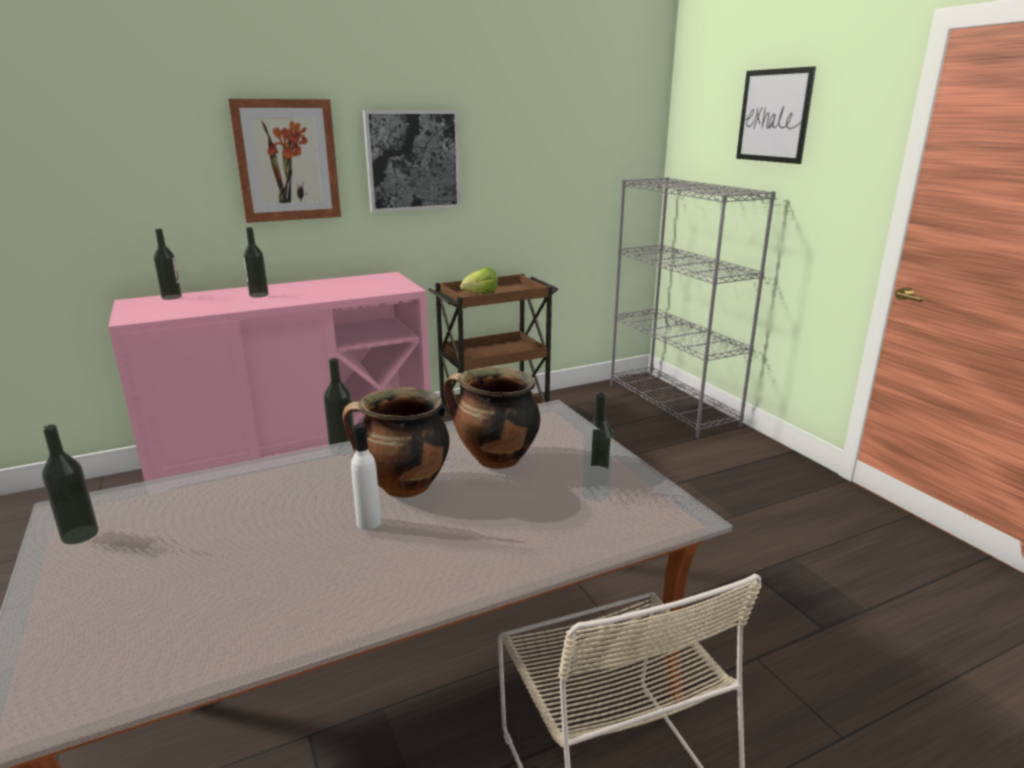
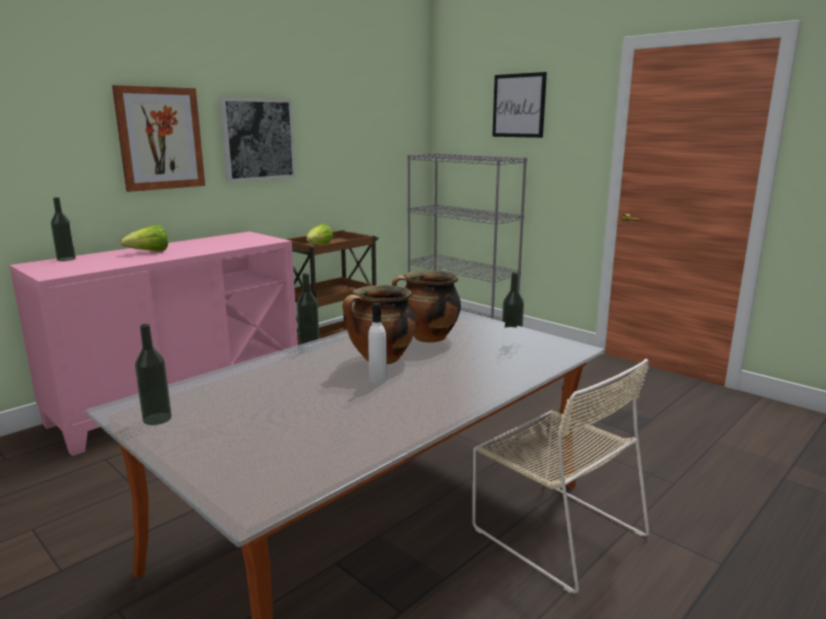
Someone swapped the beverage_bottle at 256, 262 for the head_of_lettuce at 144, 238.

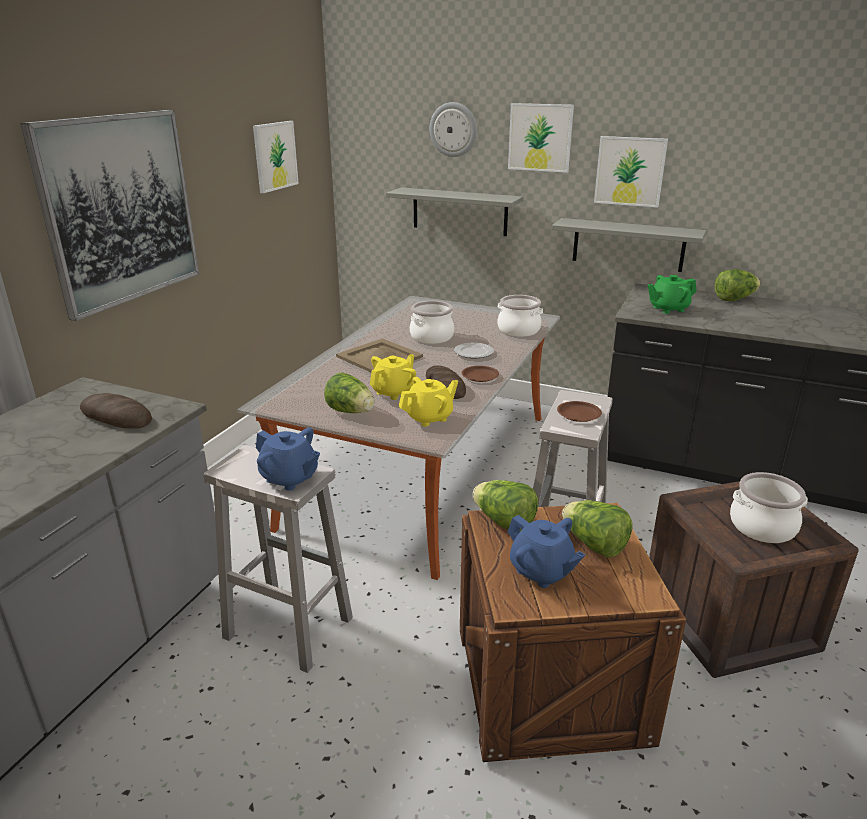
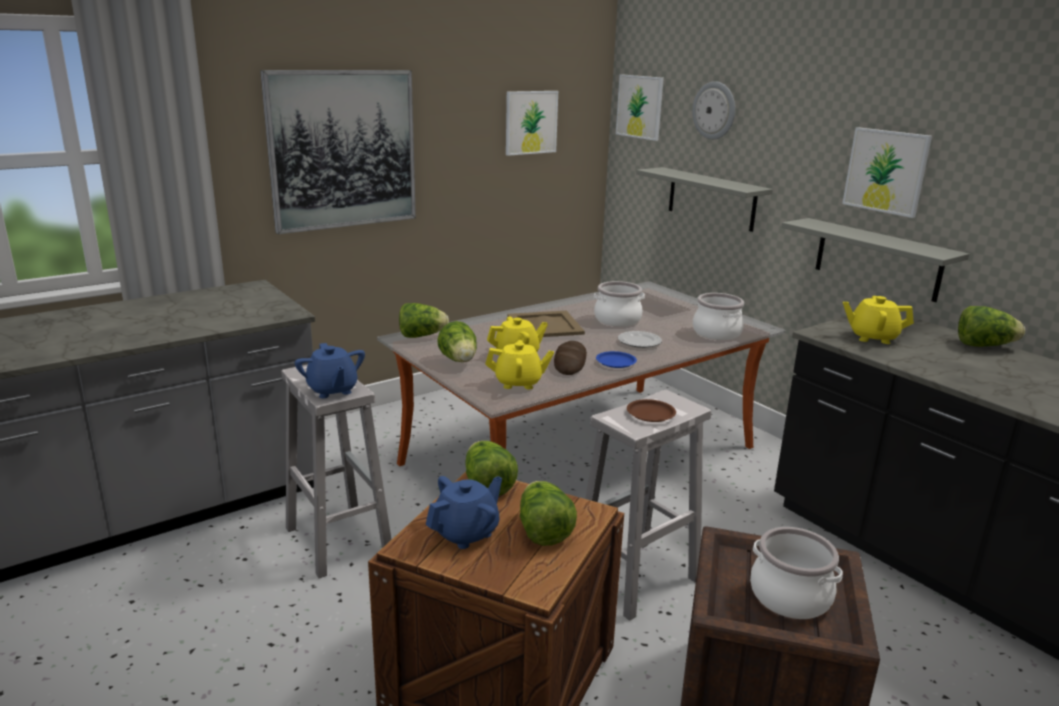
Someone put down the head_of_lettuce at 424, 320.
Someone rotated the blue_pot_for_tea at 546, 551 by 120 degrees counterclockwise.
Someone repainted the brownish_plate at 480, 374, which became the blue_plate at 616, 359.
Someone carried the wall_art from 541, 138 to 640, 107.
Someone repainted the greenish_pot_for_tea at 672, 294, which became the yellowish_pot_for_tea at 878, 320.
Someone took away the bread at 116, 410.

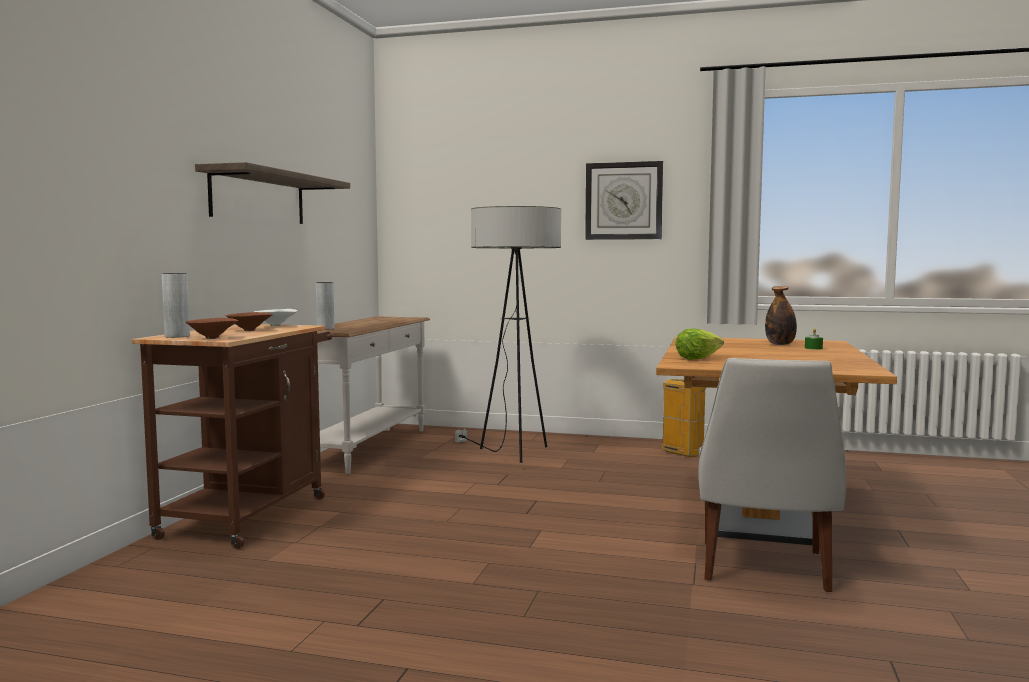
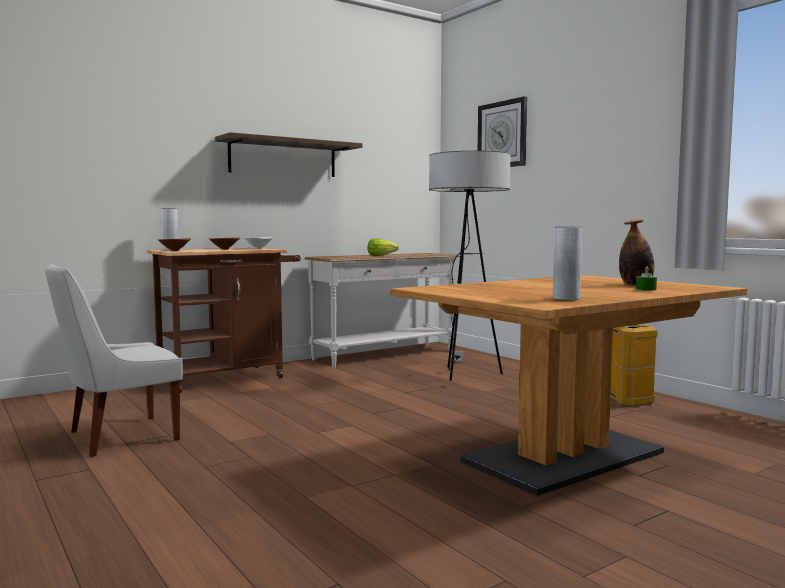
Someone carried the whitish_plain_chair from 772, 475 to 114, 360.
Someone carried the head_of_lettuce from 699, 344 to 383, 247.
Someone carried the wall_clock from 624, 200 to 502, 131.
Someone carried the grey_decorative_vase from 325, 306 to 567, 263.

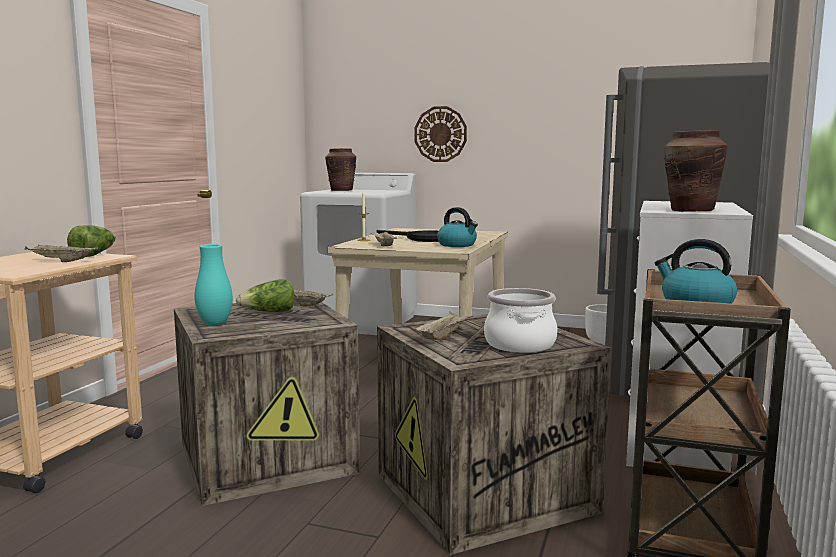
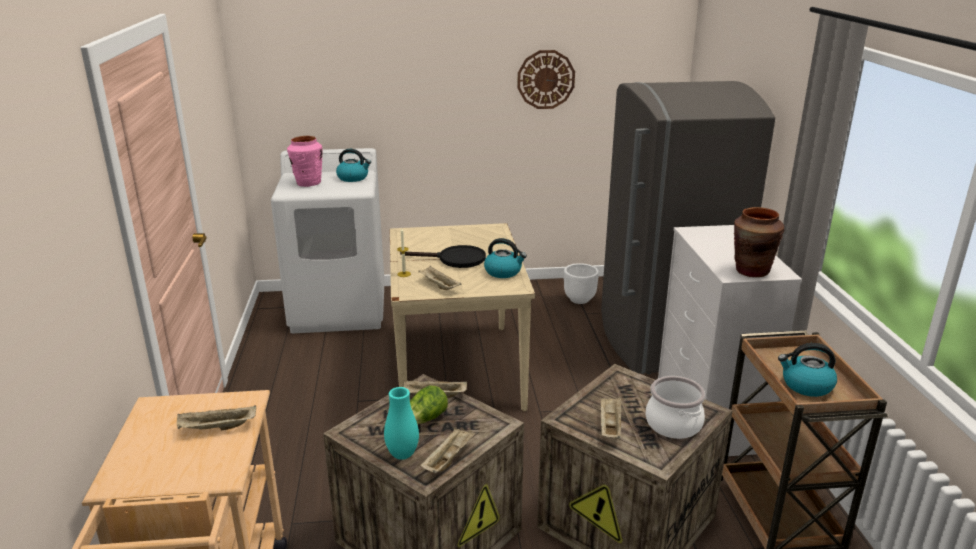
Someone repainted the brownish_decorative_vase at 340, 169, which became the pink-coloured_decorative_vase at 305, 161.
Someone put down the tea_kettle at 353, 165.
Someone put down the beige_carrying_tray at 448, 450.
Someone carried the wall_clock from 441, 134 to 546, 79.
Someone took away the head_of_lettuce at 91, 241.

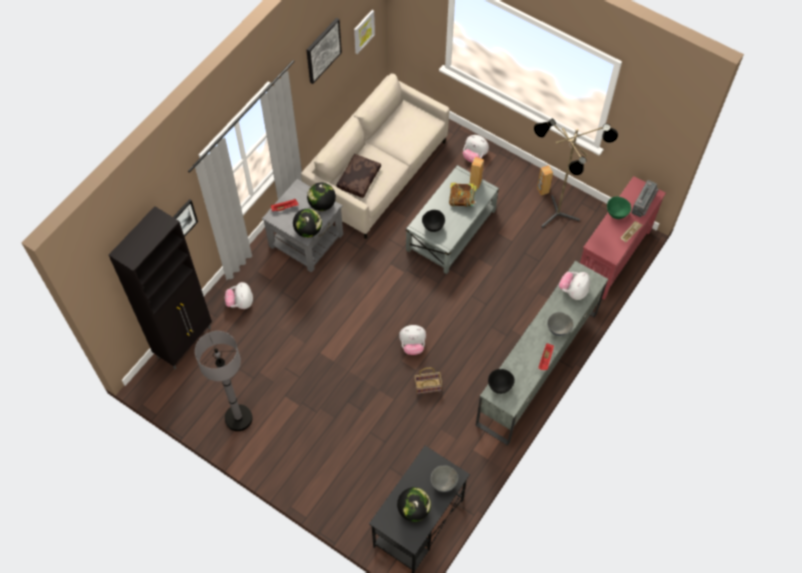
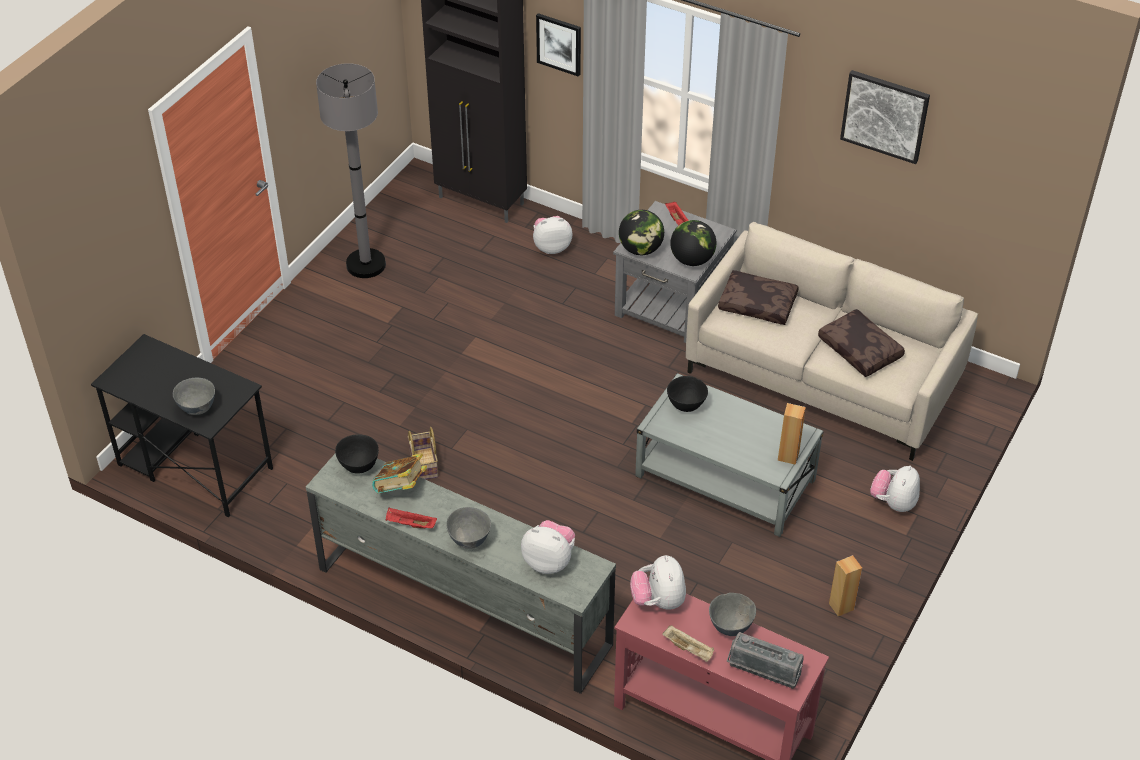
Someone carried the volume from 463, 195 to 399, 473.
Someone carried the plush_toy from 412, 340 to 658, 582.
Someone repainted the greenish_serving_bowl at 619, 208, which became the grey_serving_bowl at 732, 614.
Someone put down the brownish_pillow at 861, 343.
Someone took away the wall_art at 364, 32.
Someone took away the globe at 414, 504.
Someone took away the standing_lamp at 576, 173.

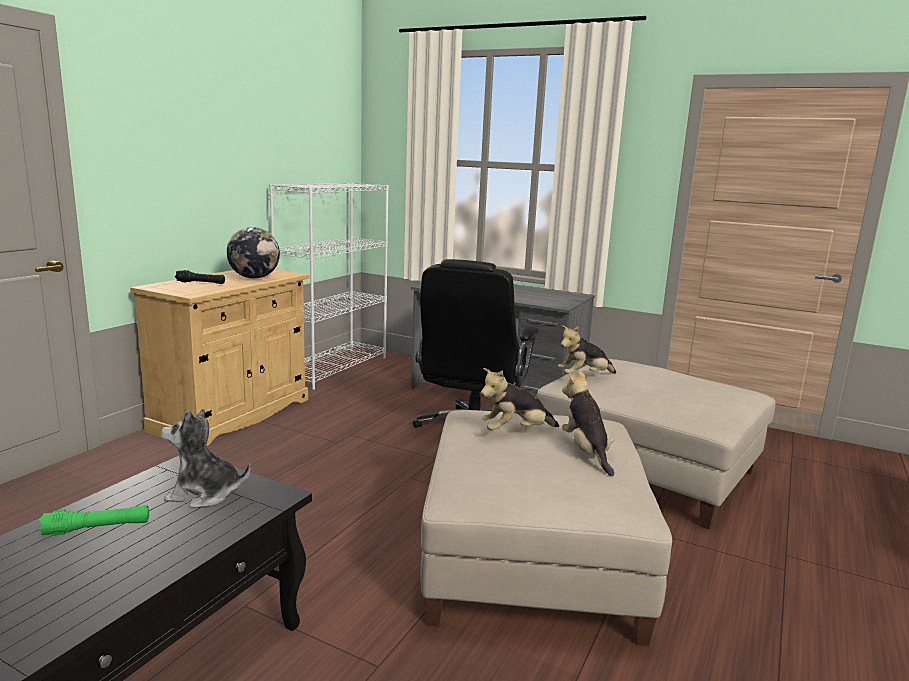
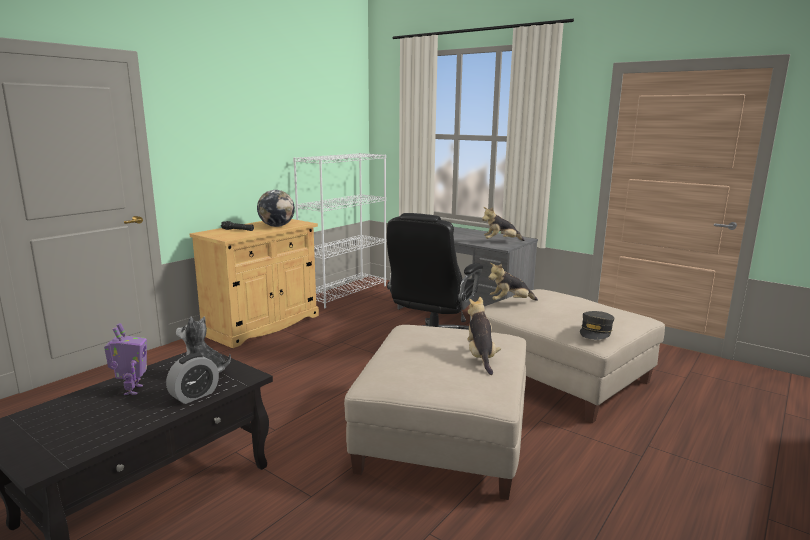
Someone swapped the greenish_torch at 94, 520 for the toy_robot at 125, 359.
Someone put down the bedside_clock at 192, 378.
Someone carried the plush_toy from 520, 399 to 503, 224.
Someone put down the grey_peaked_cap at 597, 325.

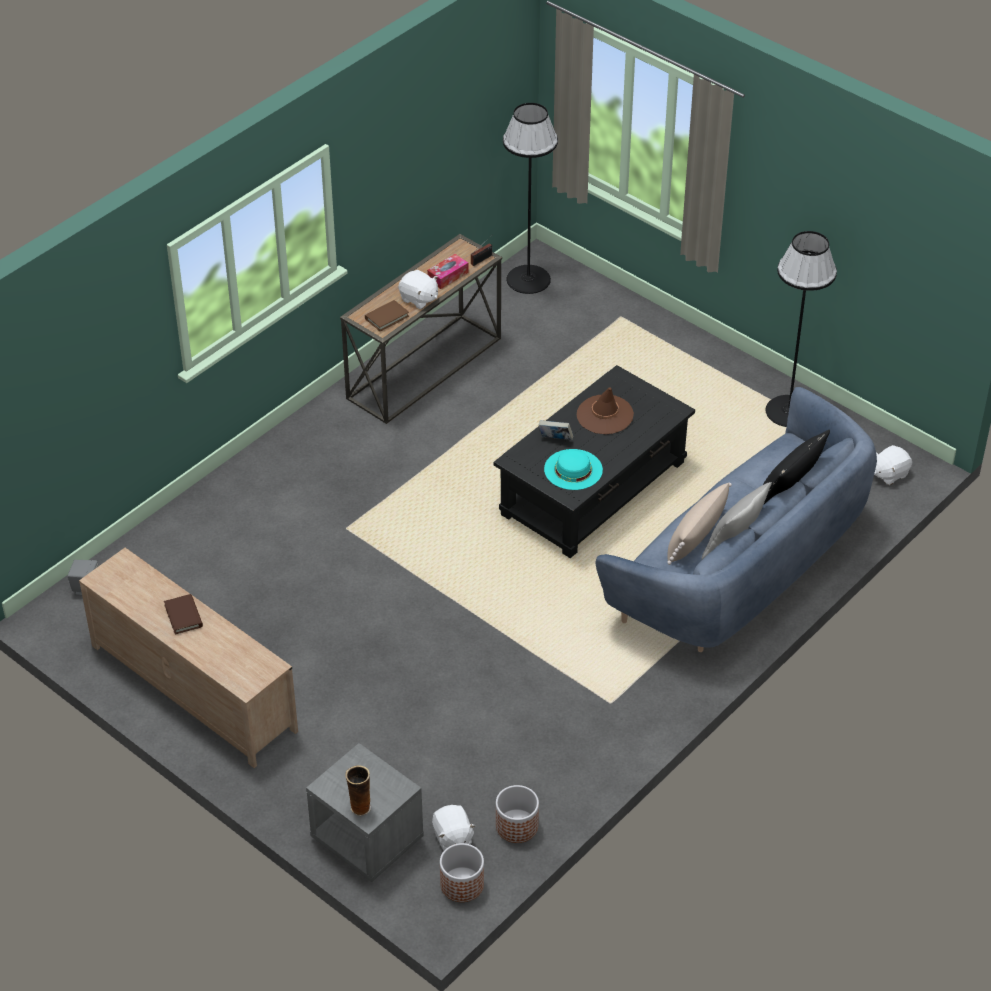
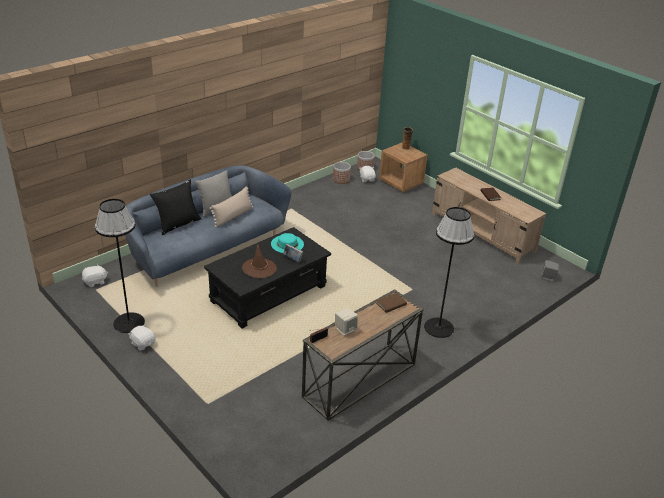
Someone carried the whitish_plush_toy from 418, 289 to 141, 337.
Someone swapped the tissue_box at 448, 271 for the beige_speaker at 346, 322.
Someone repainted the grey_bedside_table at 365, 812, which became the brownish_bedside_table at 403, 167.
Someone carried the blackish_standing_lamp from 530, 198 to 449, 272.

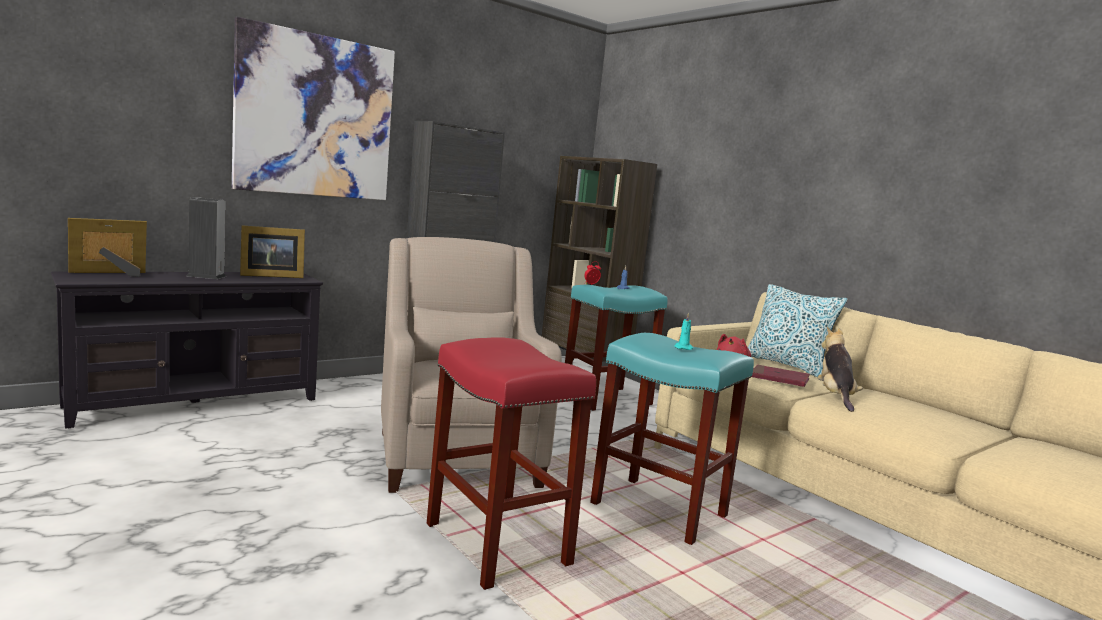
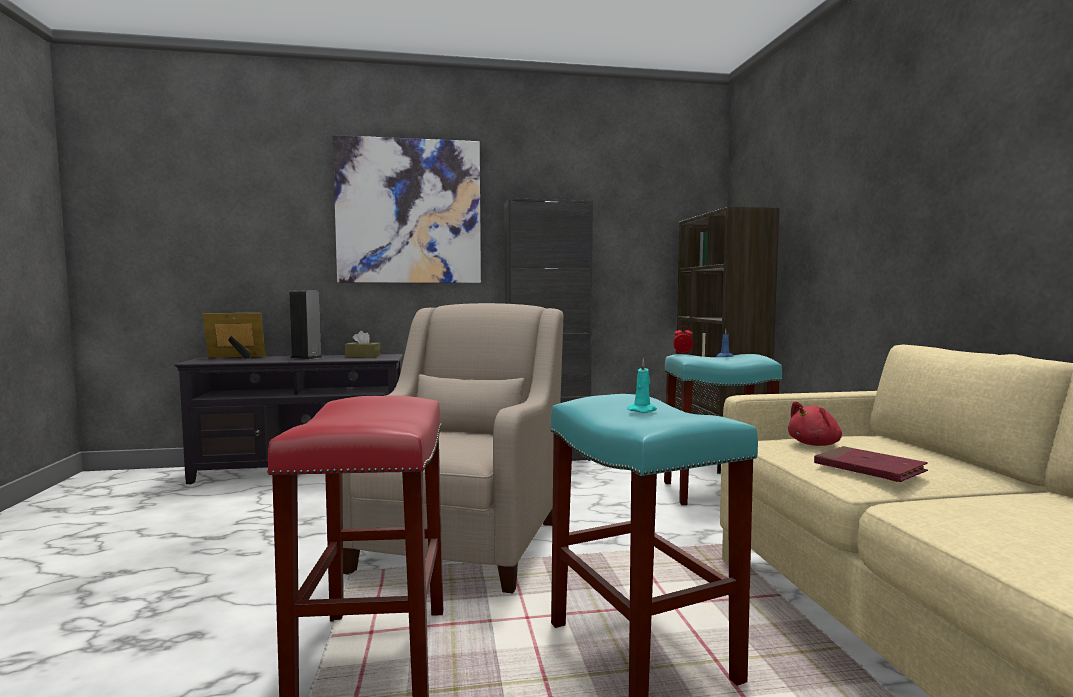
Someone swapped the standing_frame at 272, 251 for the brownish_tissue_box at 362, 344.
Someone took away the pillow at 798, 330.
Someone took away the plush_toy at 840, 369.

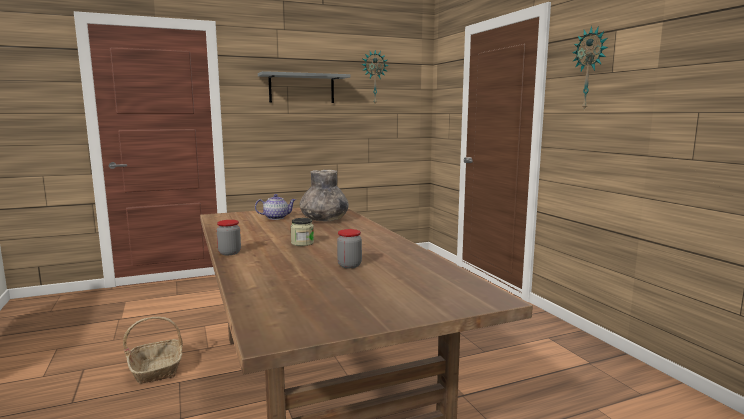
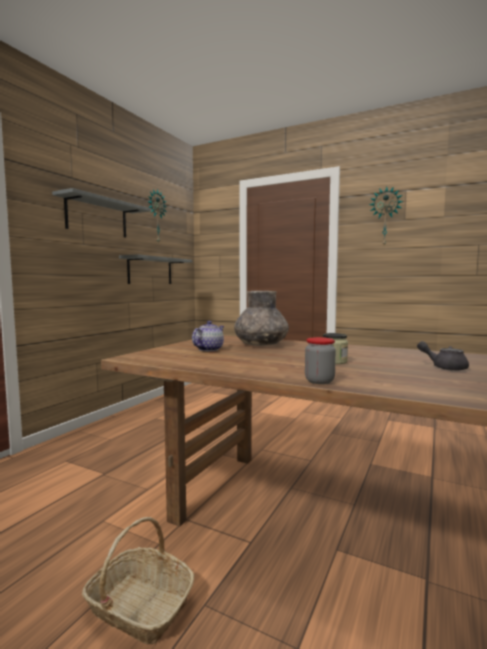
Someone put up the grey_bracket_shelf at 155, 269.
Someone swapped the preserve_jar at 349, 248 for the grey_pot_for_tea at 443, 356.

